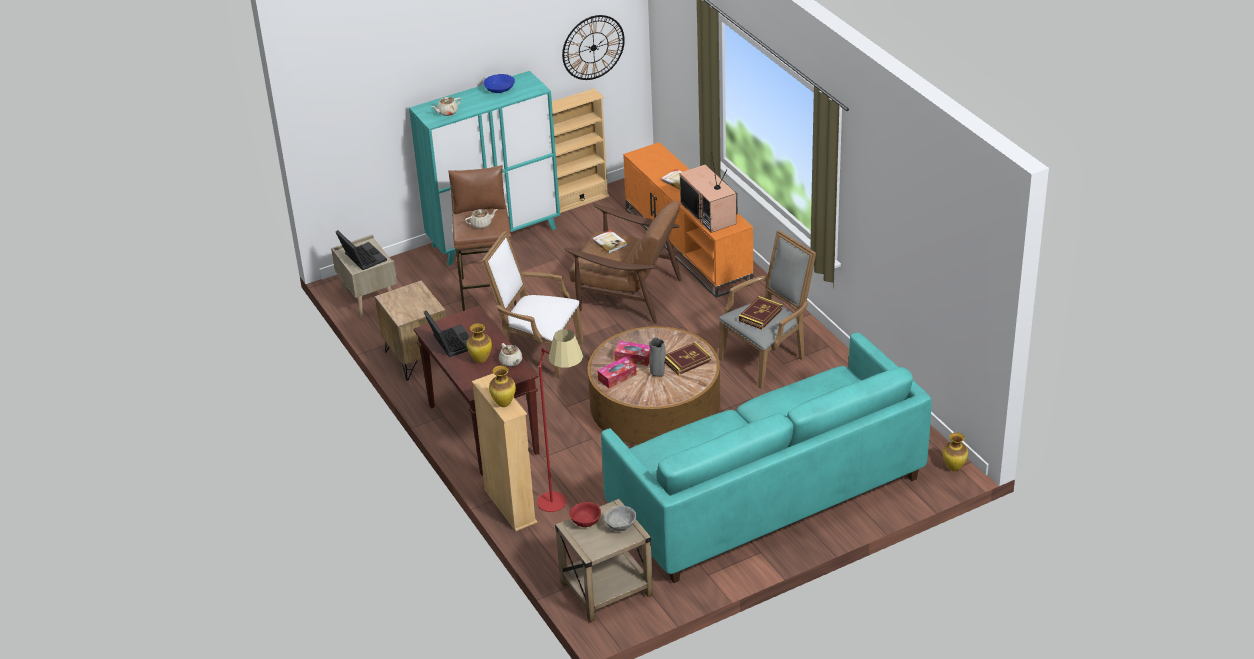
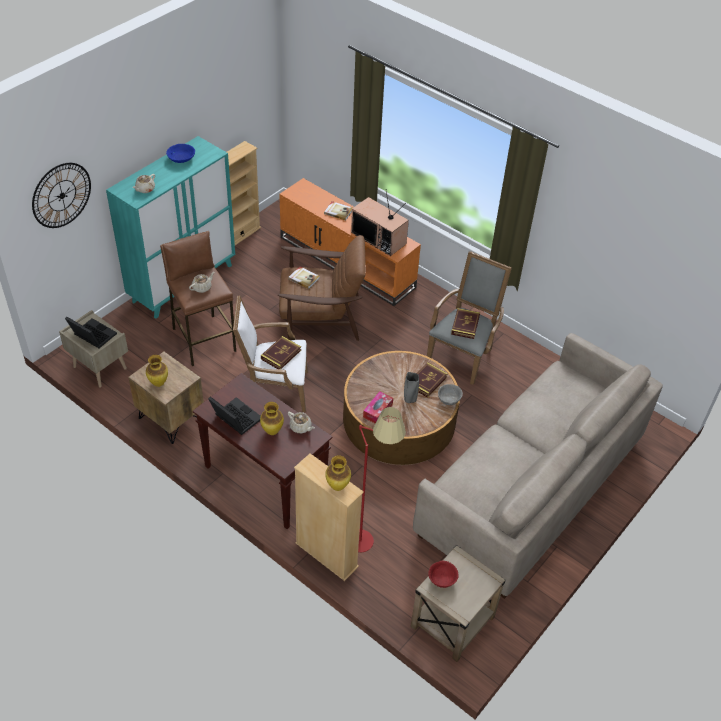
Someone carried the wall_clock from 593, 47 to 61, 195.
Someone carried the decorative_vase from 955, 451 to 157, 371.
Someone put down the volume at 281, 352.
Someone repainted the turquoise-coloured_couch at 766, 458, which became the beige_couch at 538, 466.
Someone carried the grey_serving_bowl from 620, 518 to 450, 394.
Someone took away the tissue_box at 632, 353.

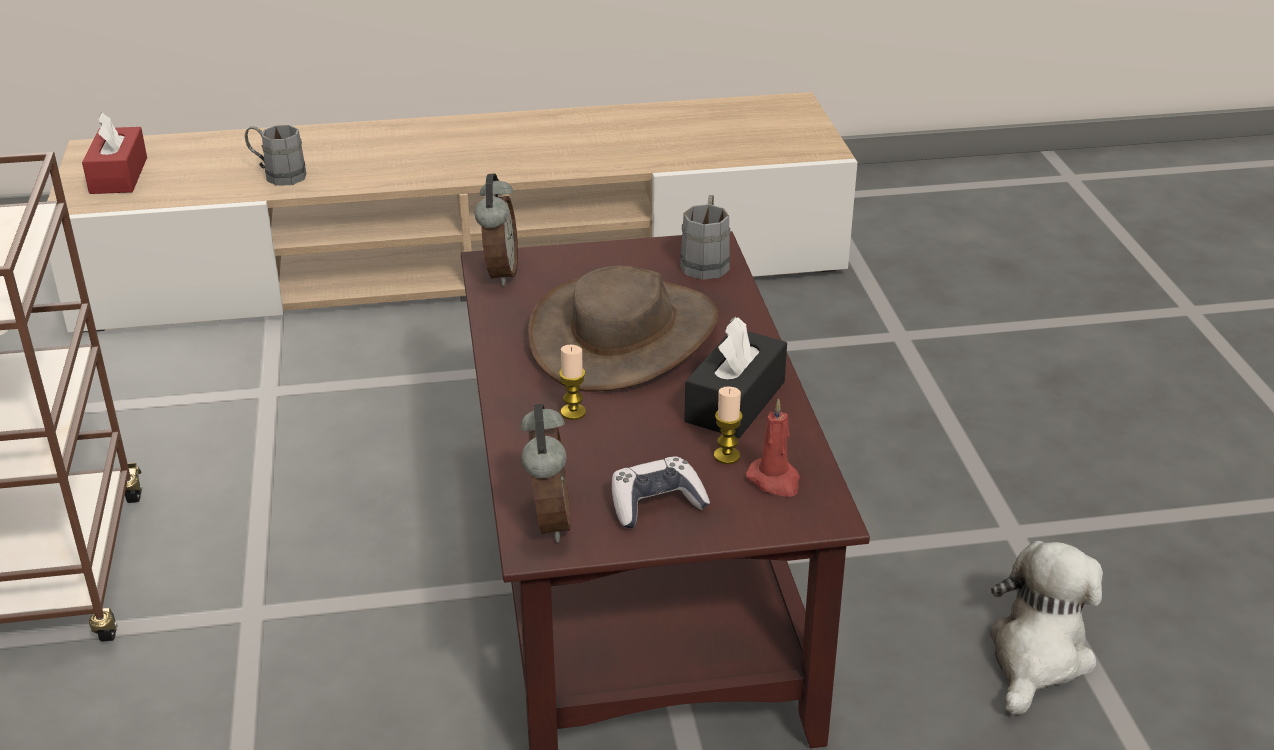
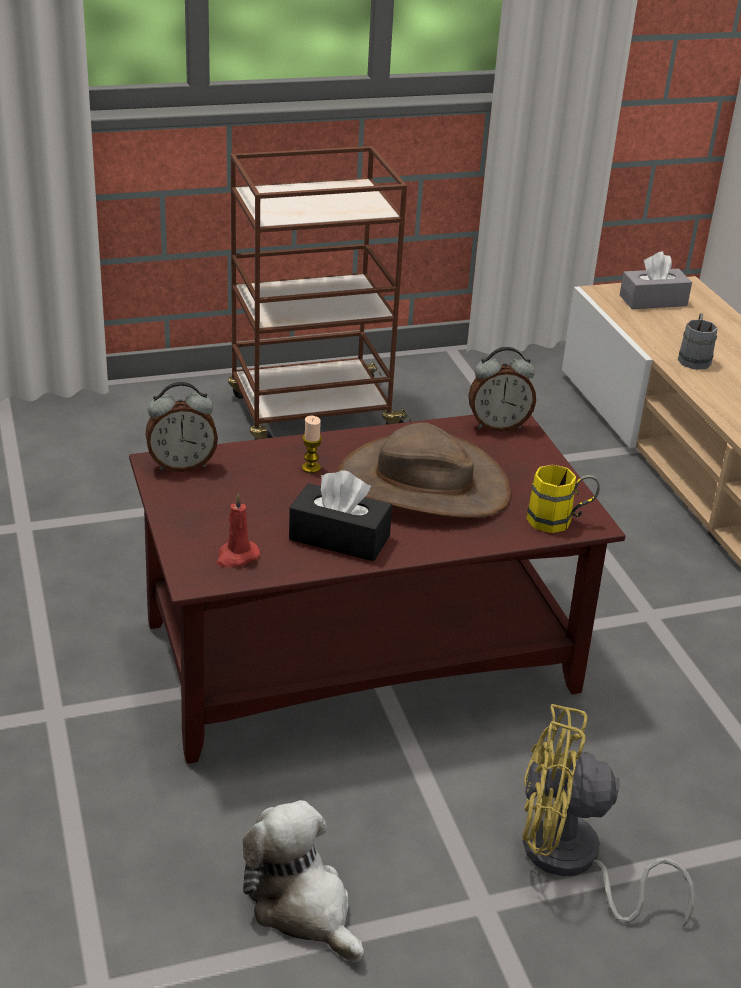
Someone rotated the plush_toy at 1046, 628 by 150 degrees counterclockwise.
Someone put down the yellowish_electric_fan at 608, 815.
Someone repainted the grey_tea_mug at 705, 237, which became the yellowish_tea_mug at 563, 499.
Someone repainted the reddish_tissue_box at 114, 153, which became the grey_tissue_box at 656, 280.
Someone took away the gamepad at 661, 492.
Someone took away the wax_candle at 728, 425.

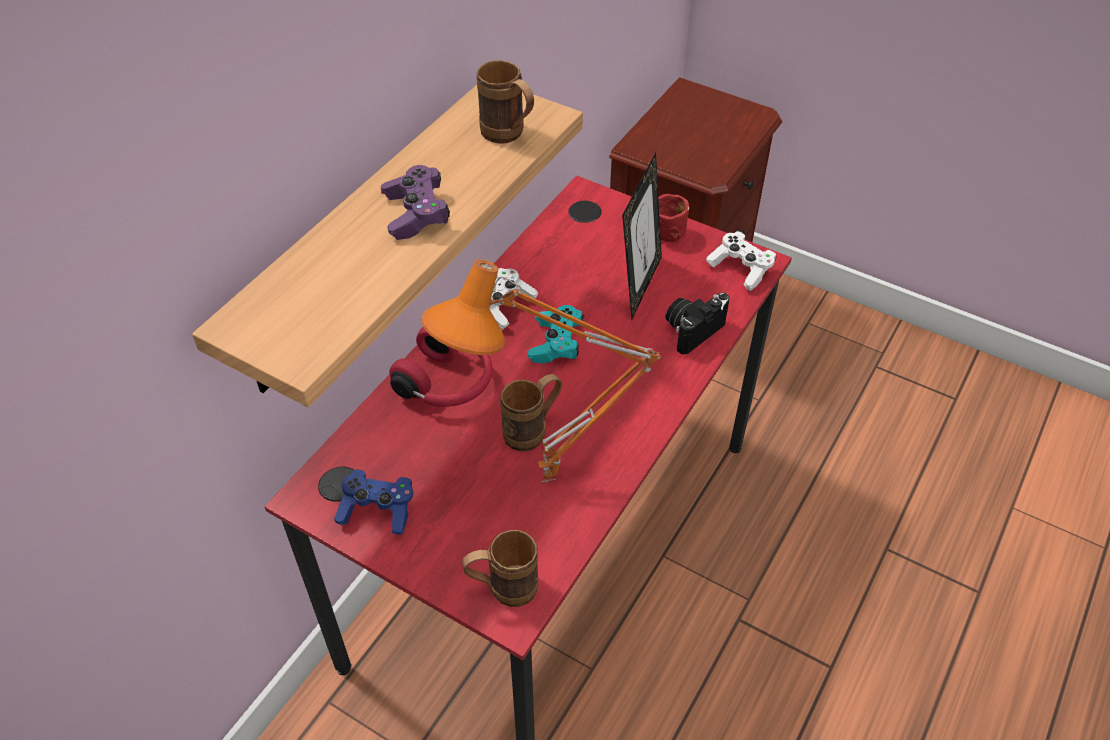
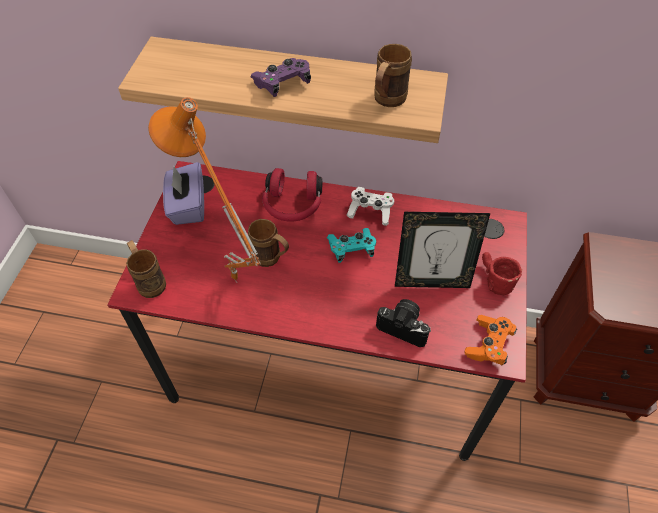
Someone swapped the blue_gamepad at 373, 502 for the purple-coloured_tissue_box at 183, 193.
Someone repainted the whitish_gamepad at 741, 261, which became the orangey_gamepad at 491, 340.

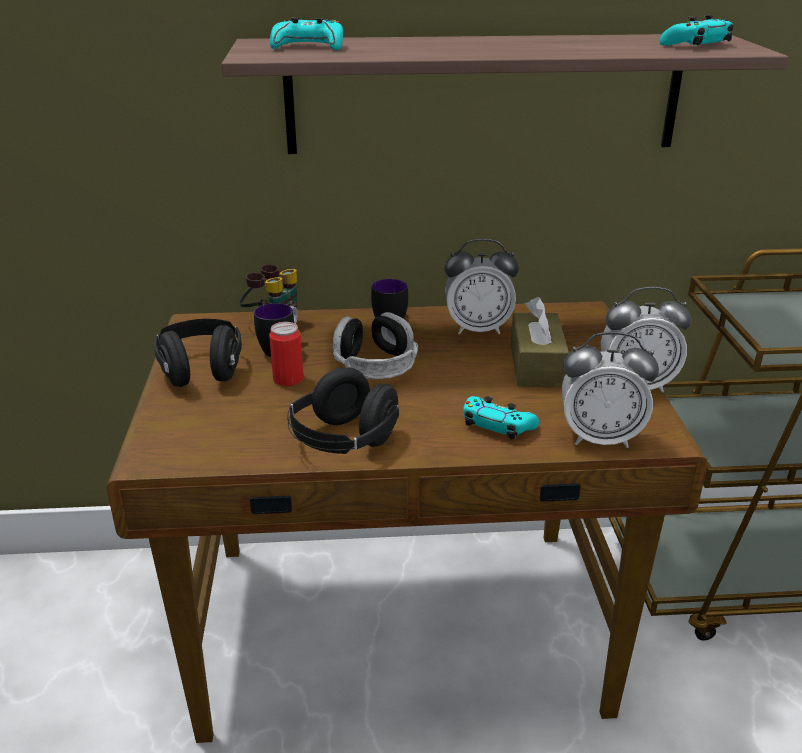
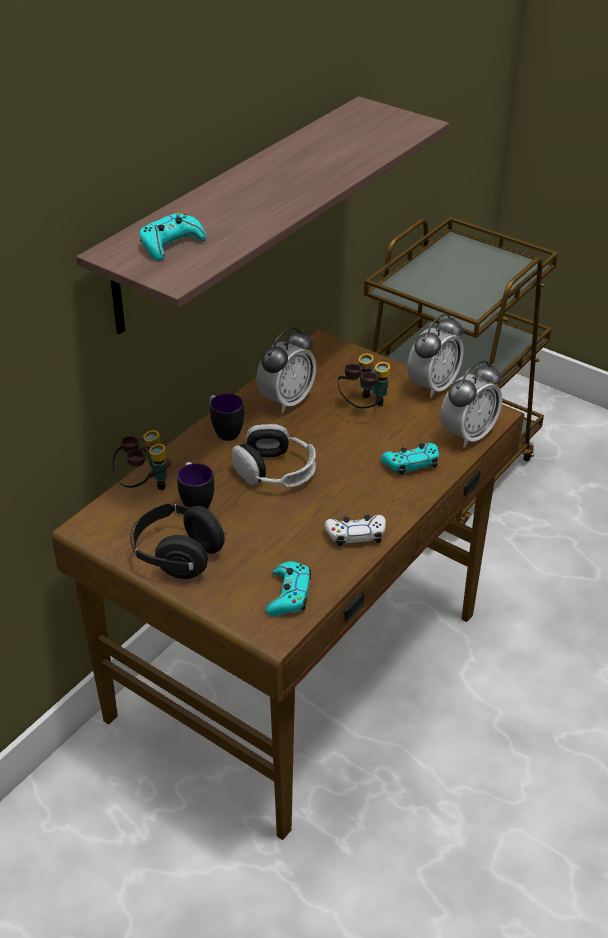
Someone carried the turquoise-coloured_gamepad from 696, 30 to 288, 588.
Someone swapped the blackish_headphones at 343, 410 for the whitish_gamepad at 355, 530.
Someone swapped the brownish_tissue_box at 540, 342 for the pair_of_binoculars at 363, 381.
Someone took away the metal_can at 286, 354.

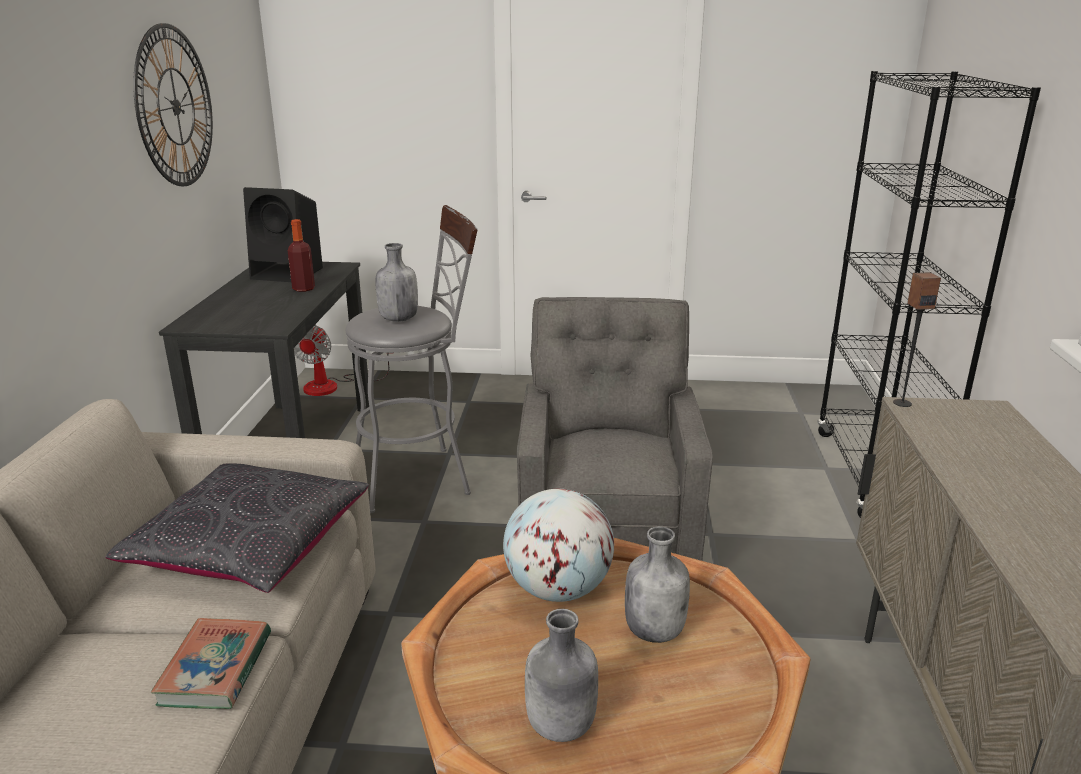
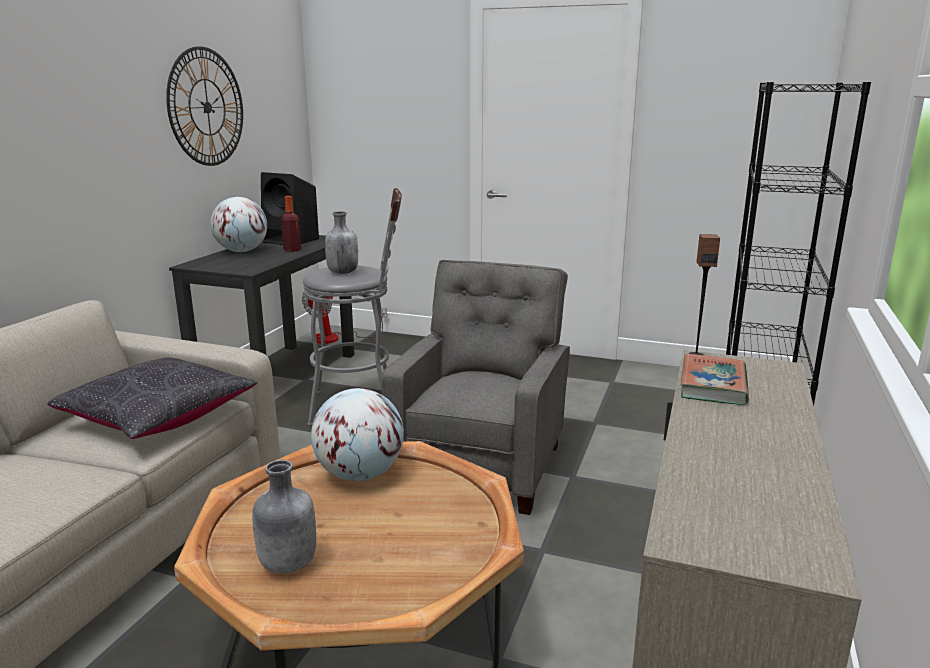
Someone put down the globe at 238, 224.
Someone carried the volume from 211, 663 to 715, 379.
Someone took away the grey_beverage_bottle at 657, 584.

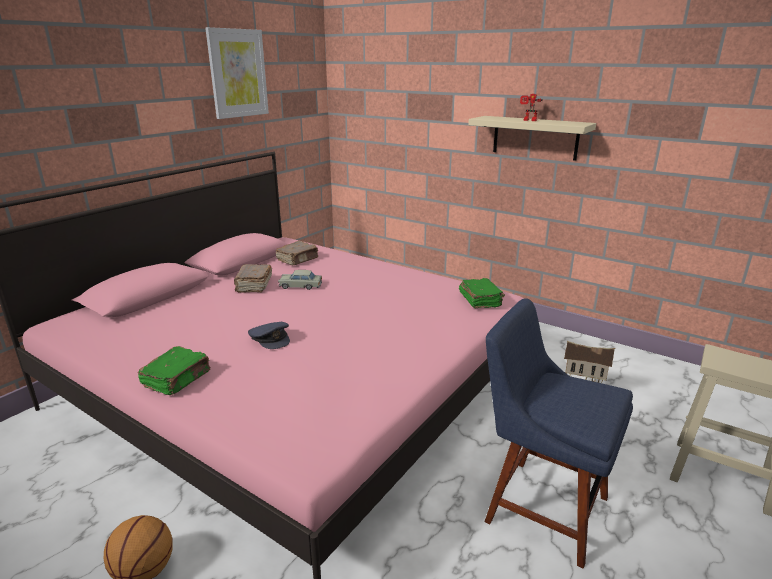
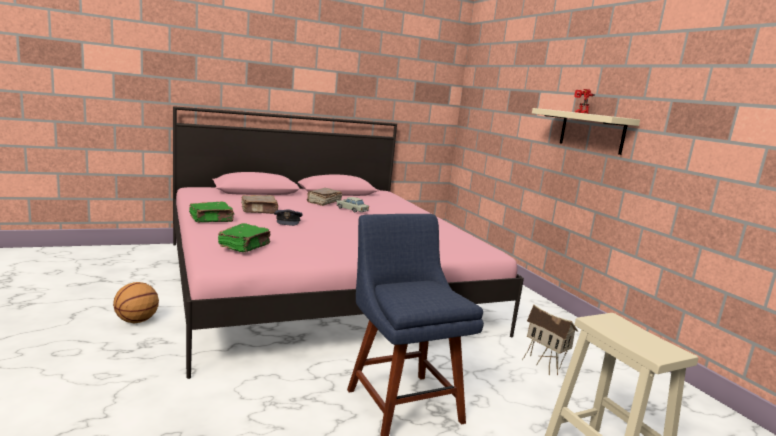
Someone carried the greenish_volume from 482, 293 to 244, 237.
Someone carried the brownish_volume from 297, 253 to 259, 204.
Someone took away the wall_art at 237, 73.

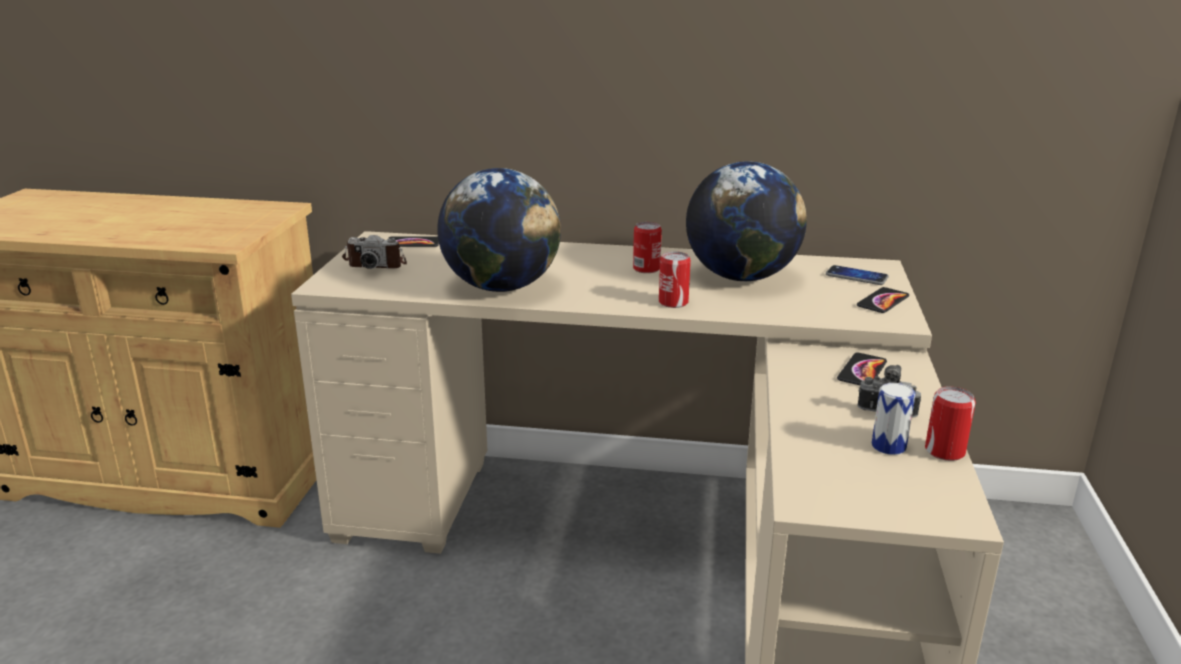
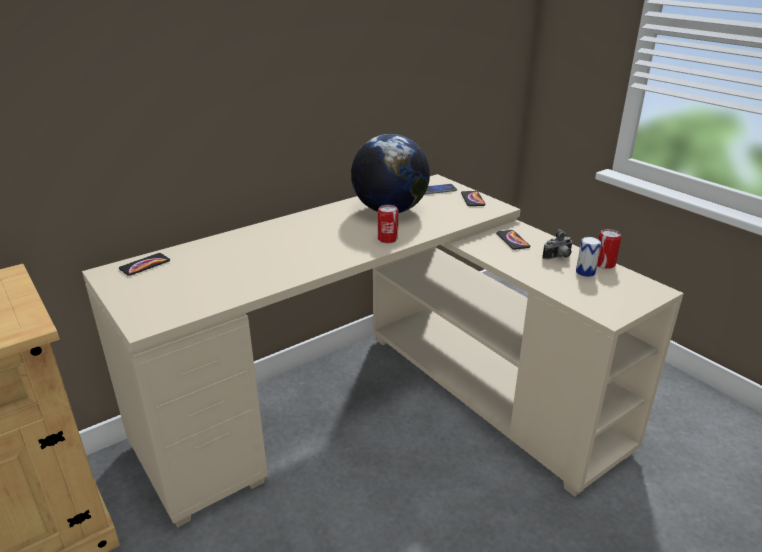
Someone took away the photo_camera at 374, 252.
Someone took away the globe at 499, 230.
Someone took away the metal_can at 647, 247.

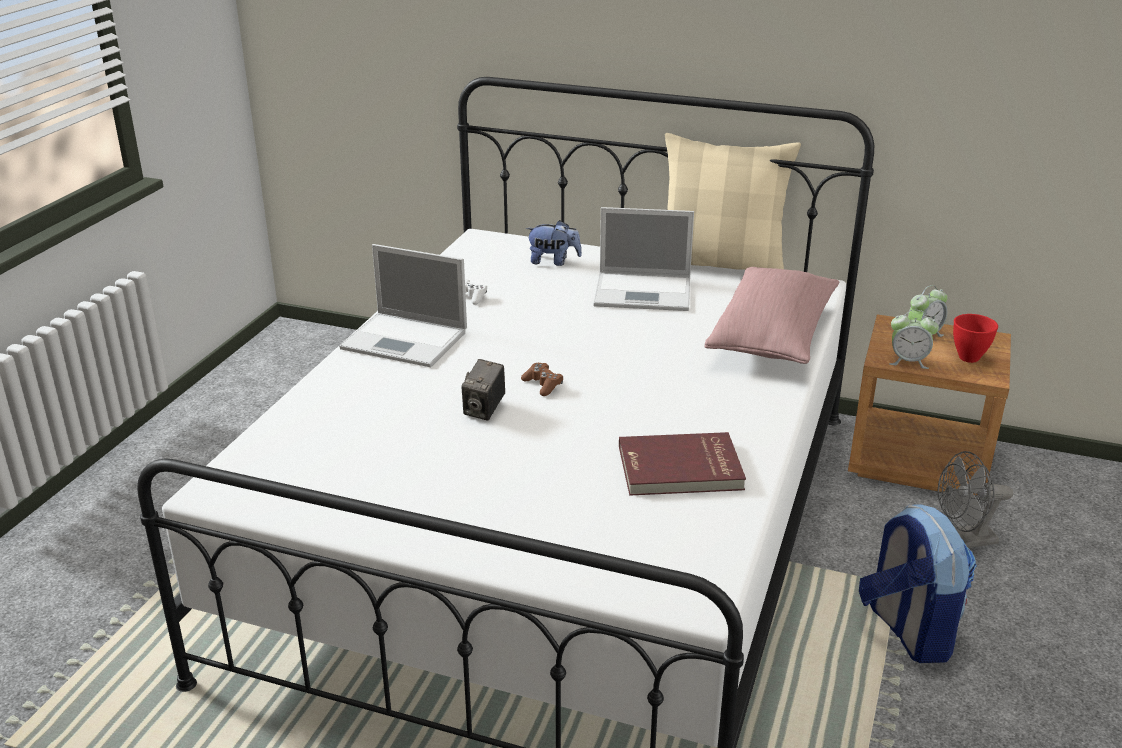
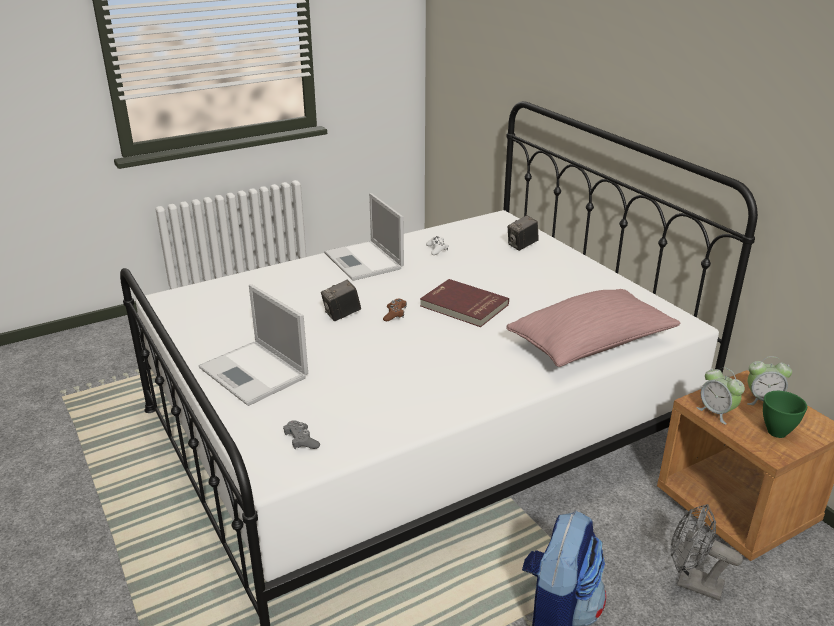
Someone carried the laptop from 644, 259 to 253, 345.
Someone put down the grey_gamepad at 301, 434.
Someone carried the reddish_volume from 682, 464 to 464, 303.
Someone swapped the plush_toy at 554, 243 for the photo_camera at 523, 233.
Someone repainted the reddish_serving_bowl at 975, 338, which became the greenish_serving_bowl at 785, 414.
Someone took away the beige_pillow at 733, 201.

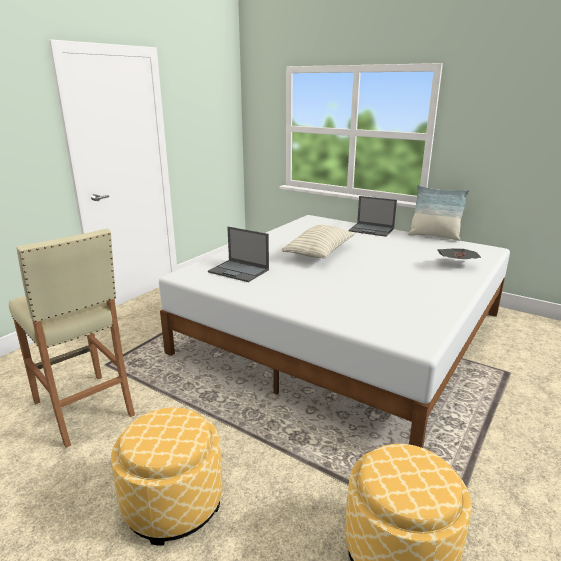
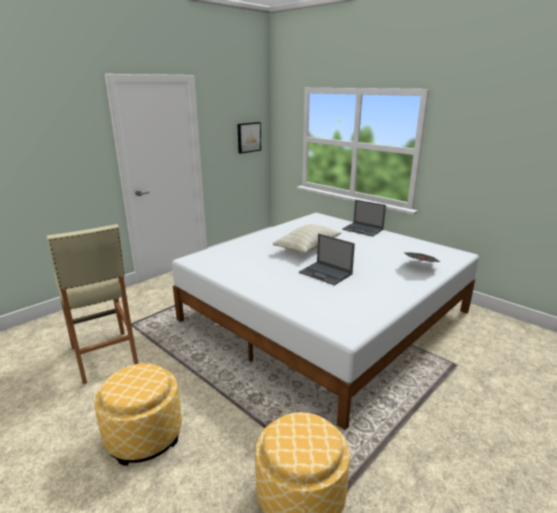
Someone put up the wall_art at 249, 138.
Someone carried the laptop from 238, 254 to 327, 259.
Someone took away the pillow at 438, 213.

